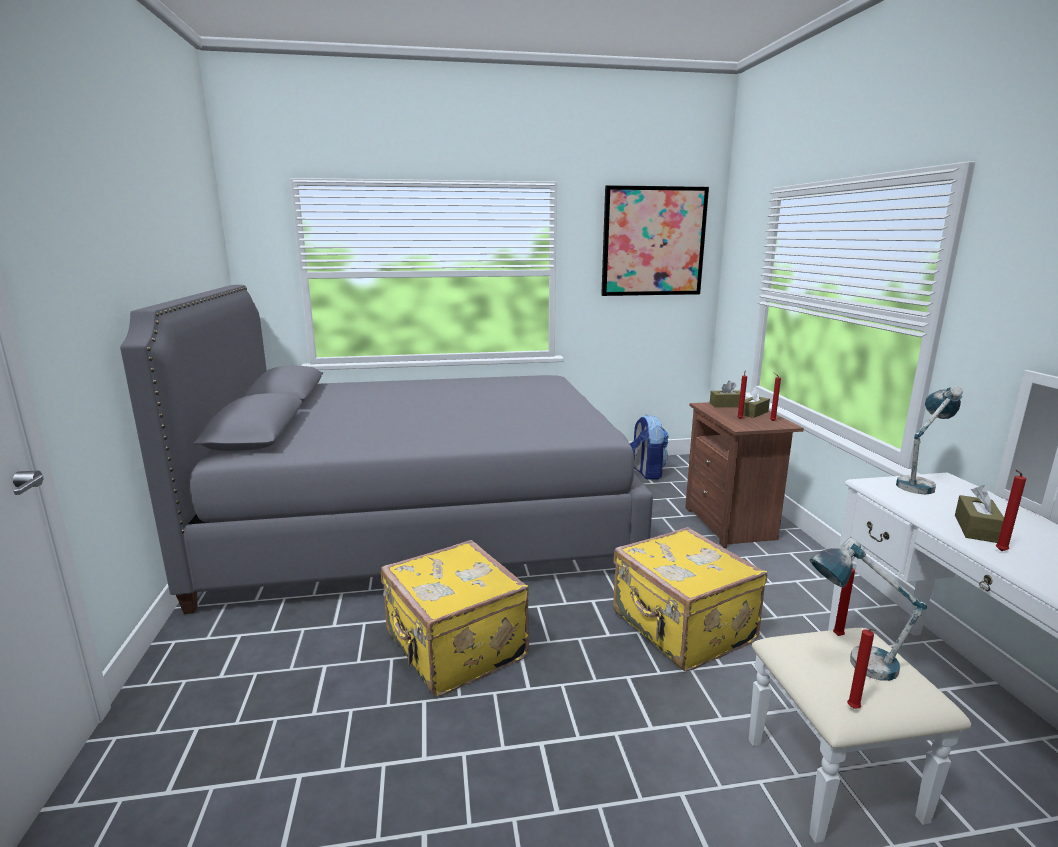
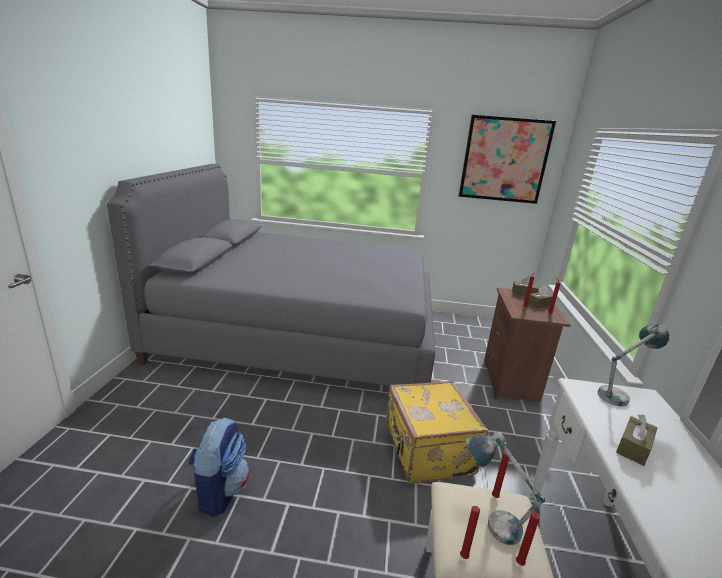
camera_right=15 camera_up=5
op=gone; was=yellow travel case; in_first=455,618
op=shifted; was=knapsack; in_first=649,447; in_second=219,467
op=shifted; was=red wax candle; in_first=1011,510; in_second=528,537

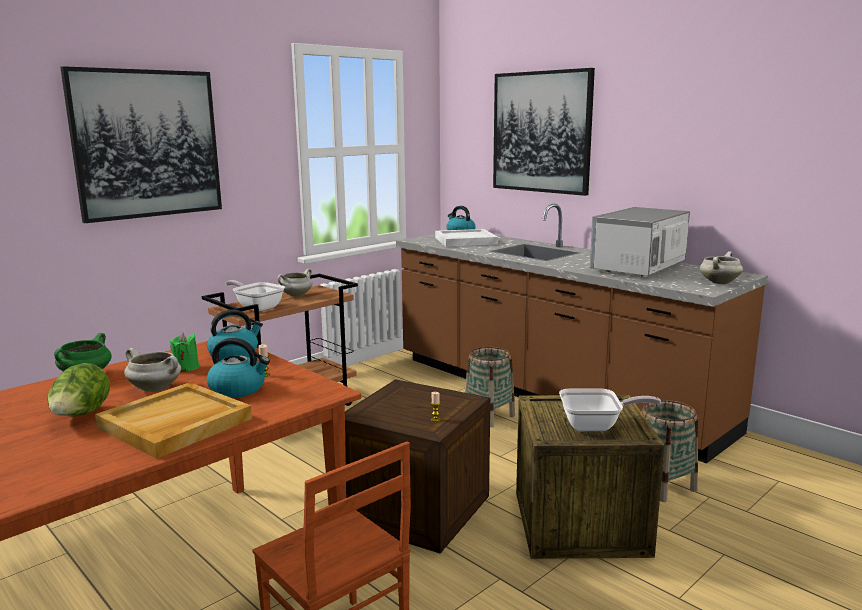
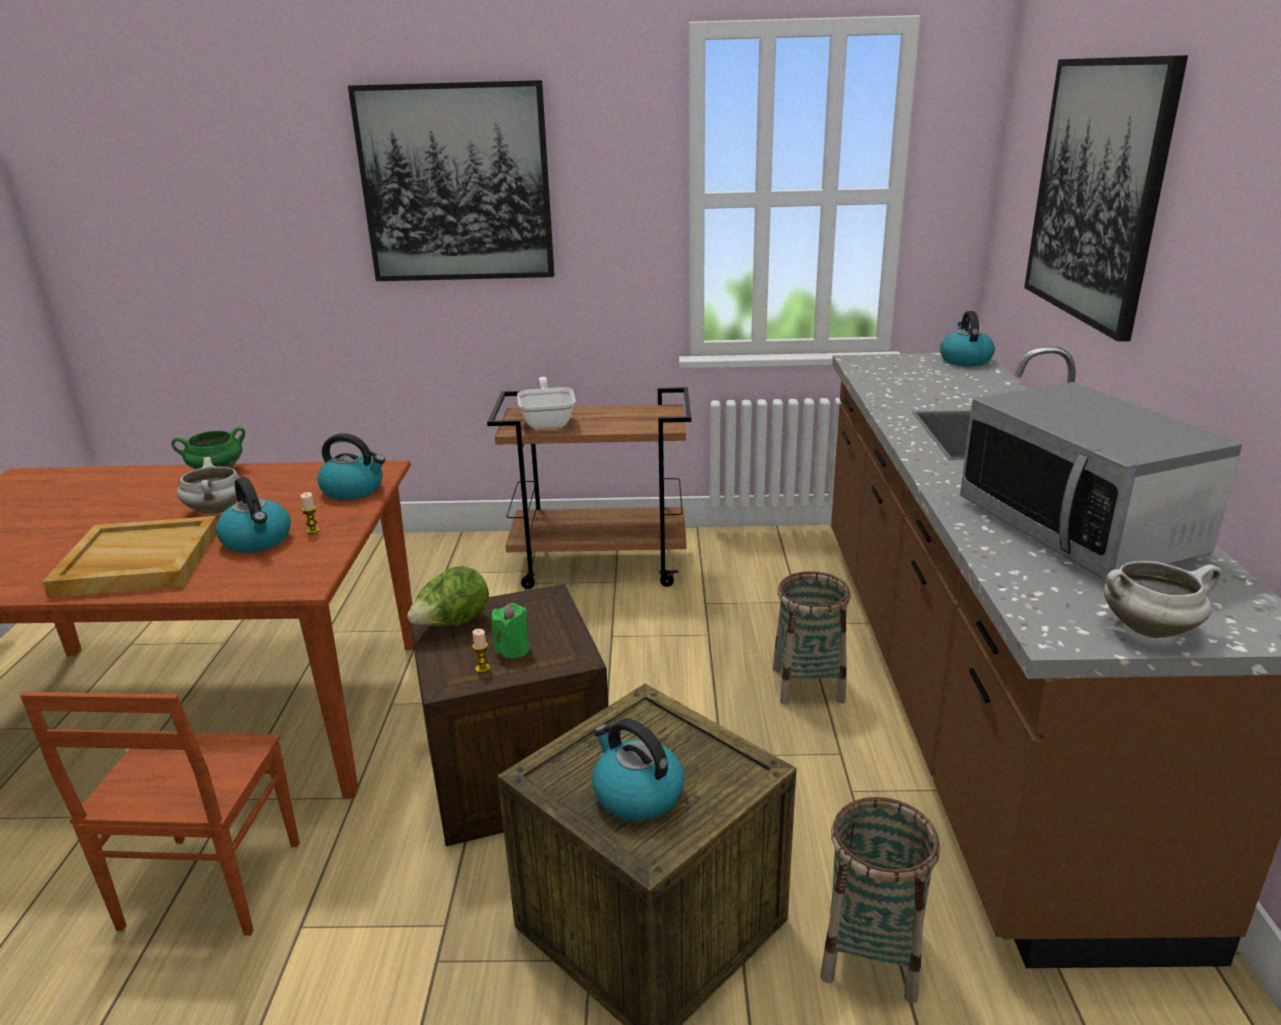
camera_right=45 camera_up=10
op=shifted; was=head of lettuce; in_first=78,389; in_second=448,596
op=shifted; was=green-coloured wax candle; in_first=184,352; in_second=511,630
op=gone; was=whitish stockpot; in_first=295,283
op=gone; was=whitish tray; in_first=466,238
op=swapped; was=skillet; now=kettle; in_first=610,410; in_second=638,769
op=rotated; was=kitchen microwave; in_first=640,241; in_second=1101,480; clockwise=-105

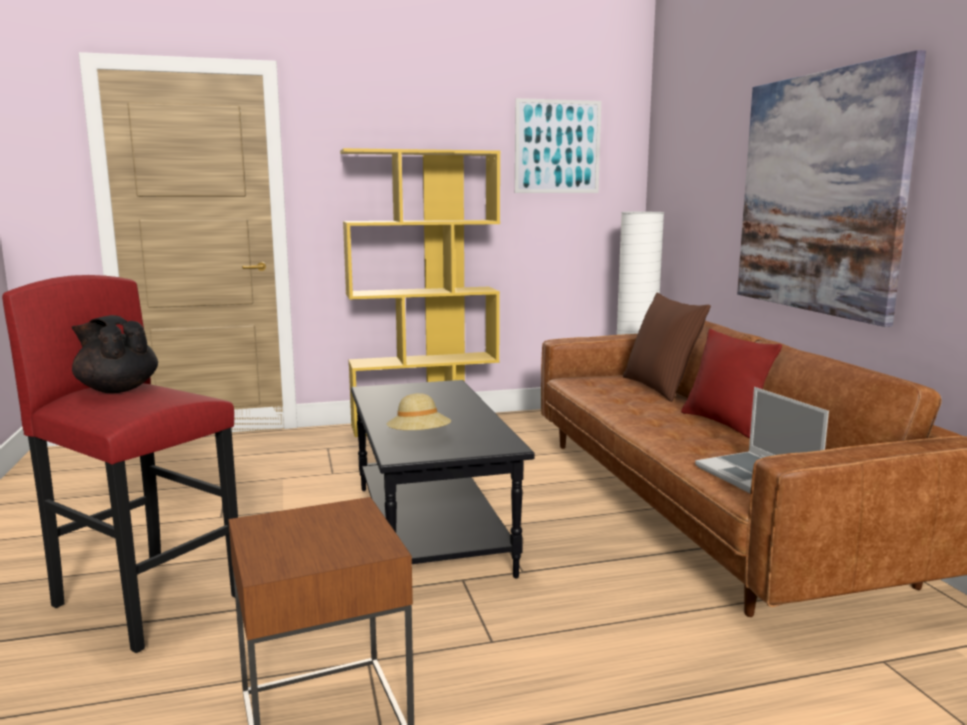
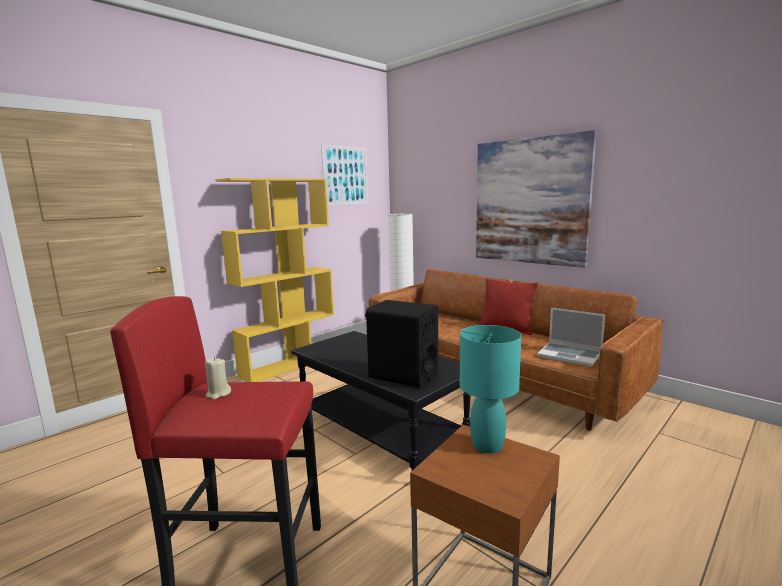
camera_right=-30 camera_up=0
op=swapped; was=blackish teapot; now=beige wax candle; in_first=115,354; in_second=218,378
op=swapped; was=beige clothing hat; now=blackish loudspeaker; in_first=419,411; in_second=401,344
op=gone; was=brown-coloured pillow; in_first=667,347
op=new; now=blue-green lamp for a table; in_second=490,389

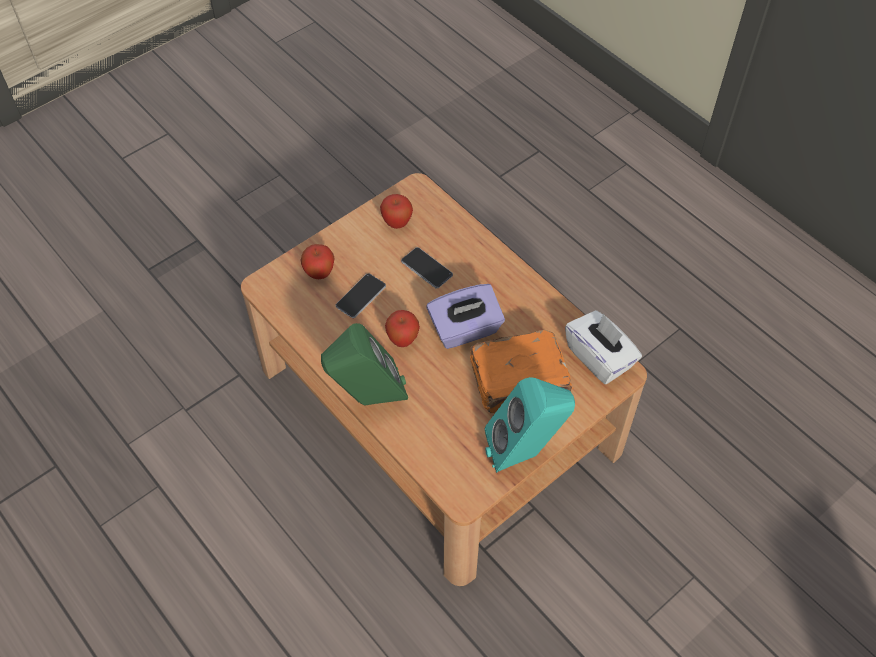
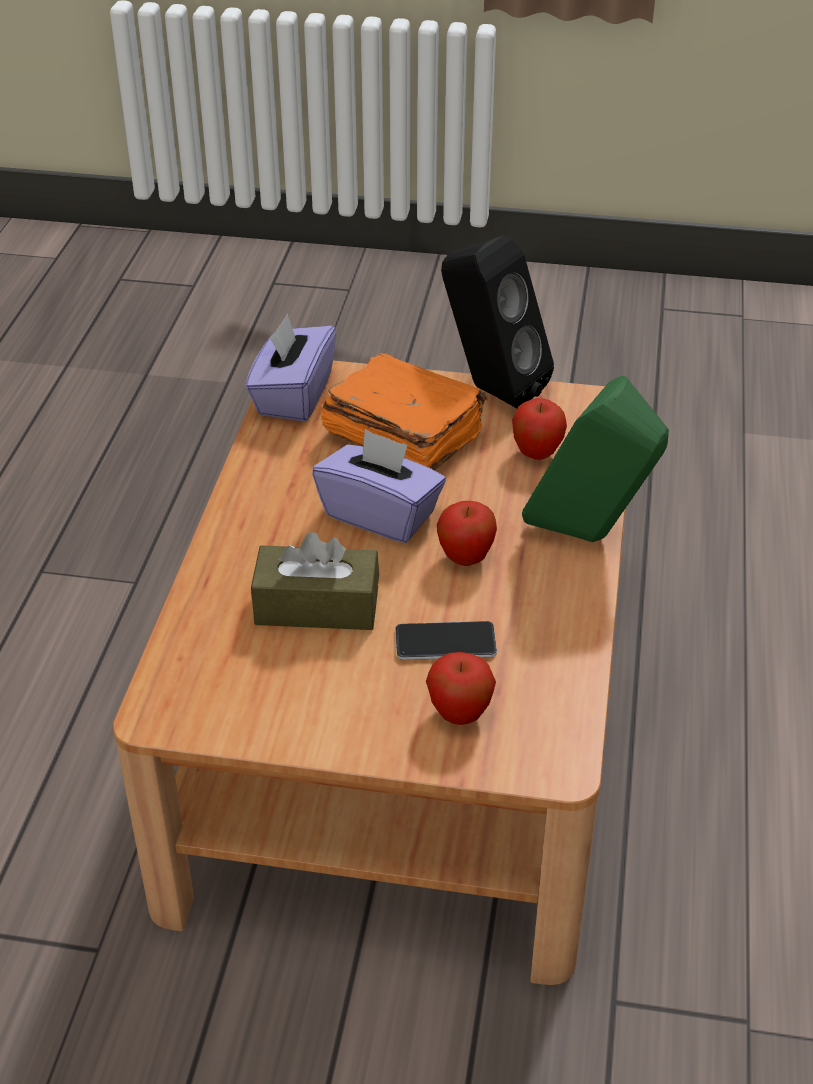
camera_right=-130 camera_up=-15
op=shifted; was=apple fruit; in_first=396,211; in_second=539,429
op=swapped; was=phone; now=brown-coloured tissue box; in_first=427,267; in_second=315,581
op=repainted; was=blue-green loudspeaker; now=blackish loudspeaker; in_first=530,425; in_second=497,321
op=repainted; was=whitish tissue box; now=purple tissue box; in_first=603,347; in_second=291,368

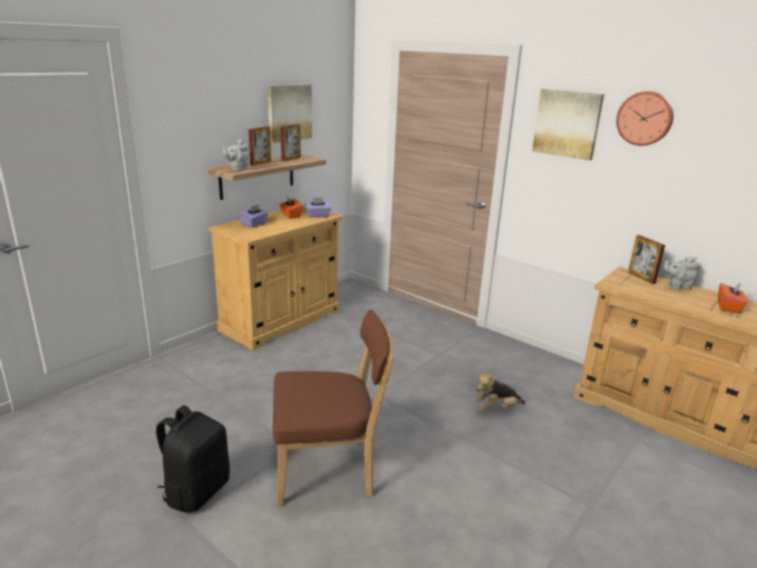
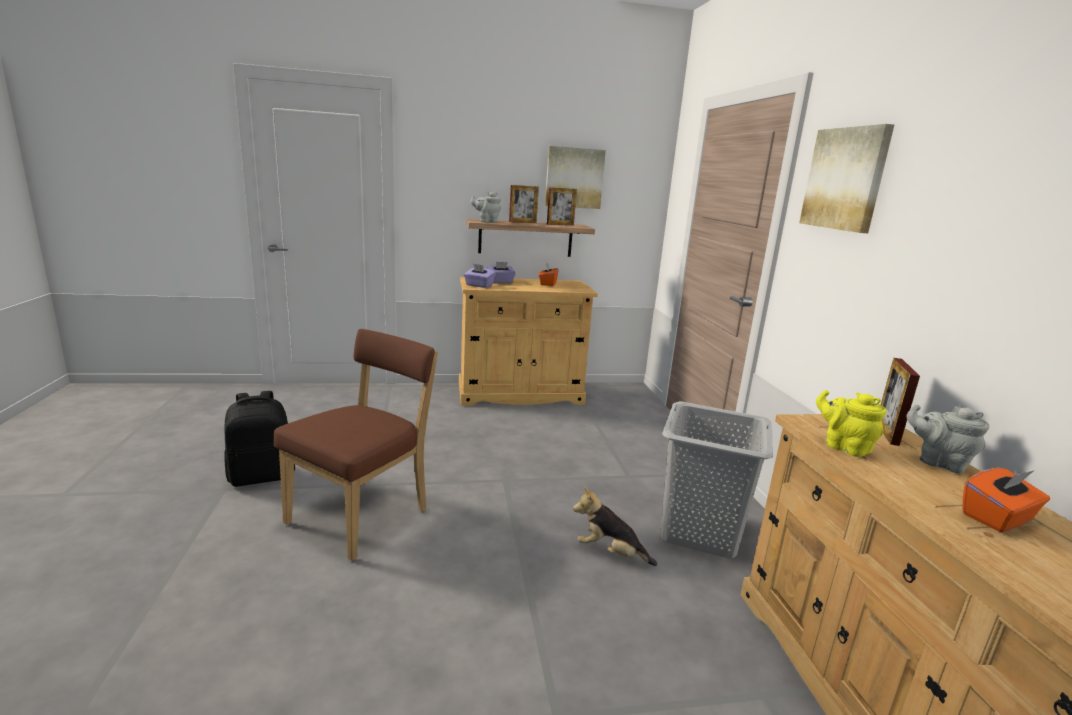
camera_right=40 camera_up=-5
op=rotated; was=brown-coloured chair; in_first=333,407; in_second=356,445; clockwise=-90
op=shifted; was=purple tissue box; in_first=317,208; in_second=480,276
op=gone; was=clock on the wall; in_first=645,118
op=new; now=grey hamper; in_second=716,480
op=new; now=yellow teapot; in_second=851,423

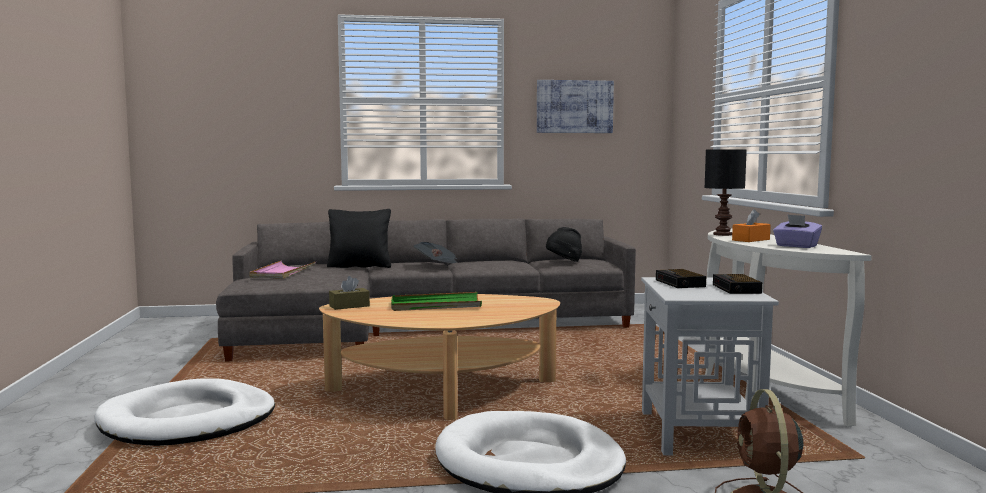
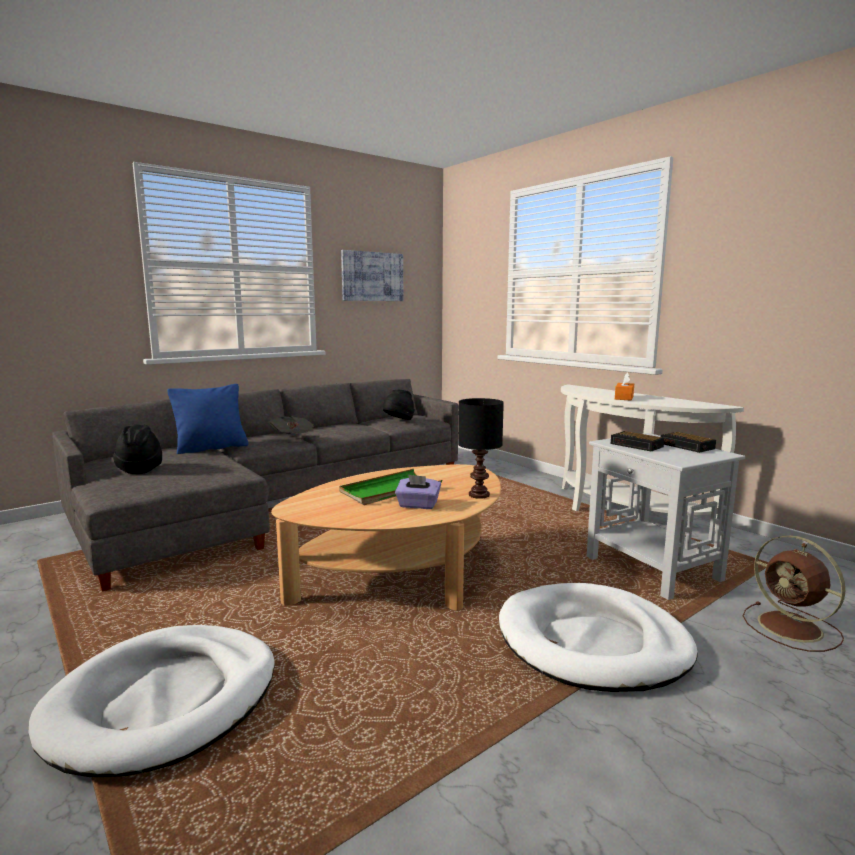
camera_right=-30 camera_up=5
op=swapped; was=pinkish tray; now=blackish clothing hat; in_first=282,270; in_second=137,449
op=repainted; was=blackish pillow; now=bluish pillow; in_first=359,238; in_second=208,419
op=gone; was=brown-coloured tissue box; in_first=349,293
op=shifted; was=blackish lamp for a table; in_first=726,192; in_second=481,448
op=shifted; was=purple tissue box; in_first=797,231; in_second=418,492

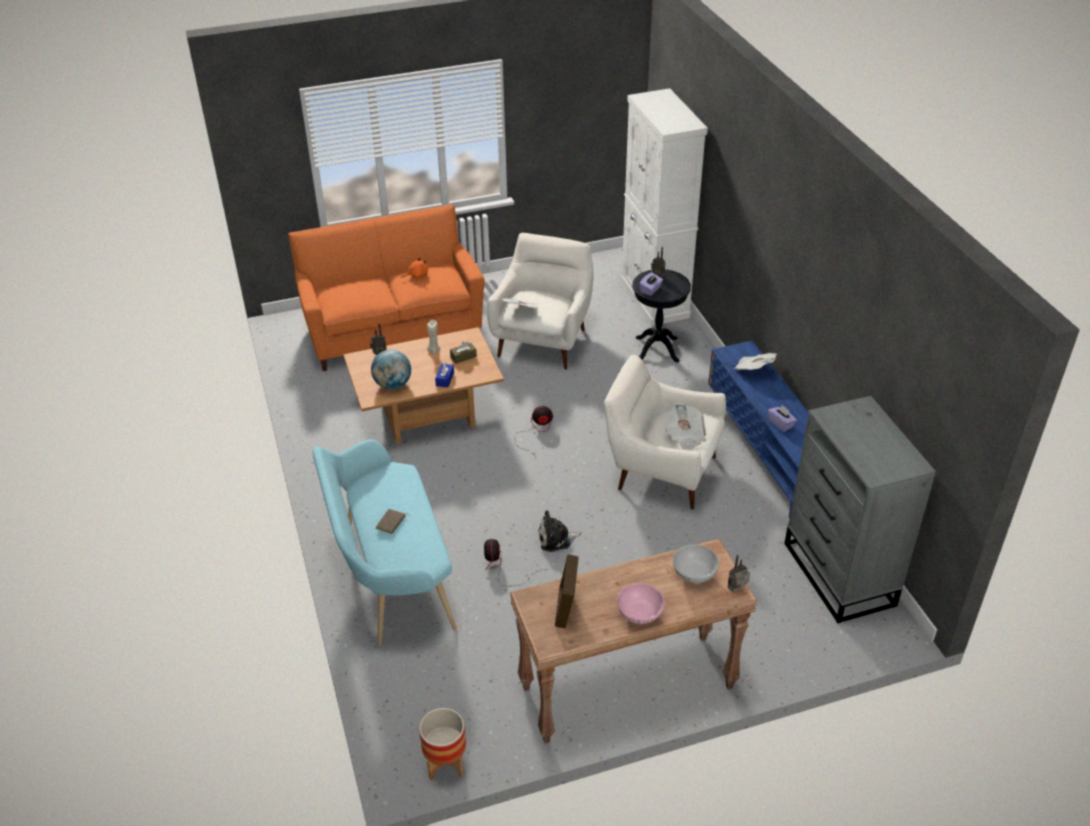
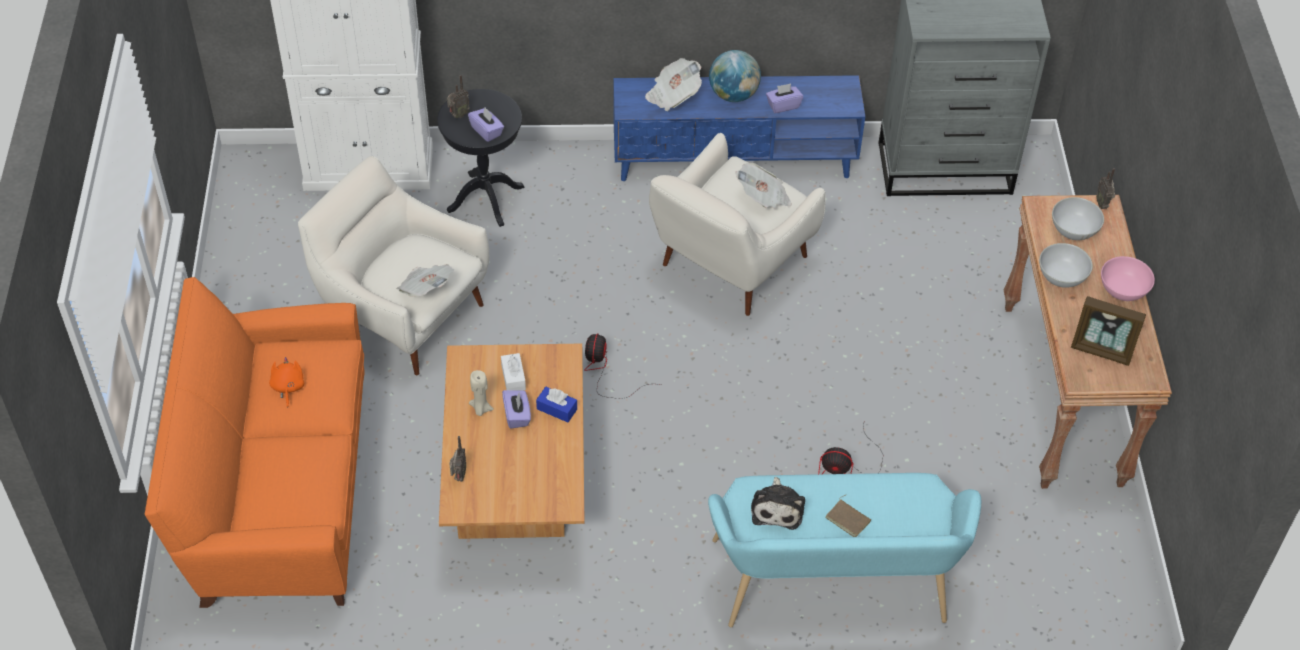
camera_right=-75 camera_up=10
op=shifted; was=desk globe; in_first=391,370; in_second=735,76
op=gone; was=planter; in_first=442,744
op=repainted; was=brown-coloured tissue box; now=whitish tissue box; in_first=463,352; in_second=513,372
op=shifted; was=cuddly toy; in_first=559,531; in_second=778,503
op=new; now=purple tissue box; in_second=516,409
op=new; now=whitish deep dish; in_second=1066,265

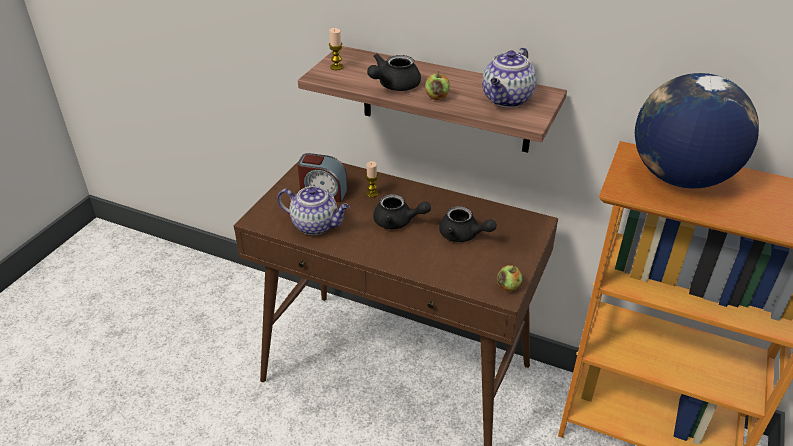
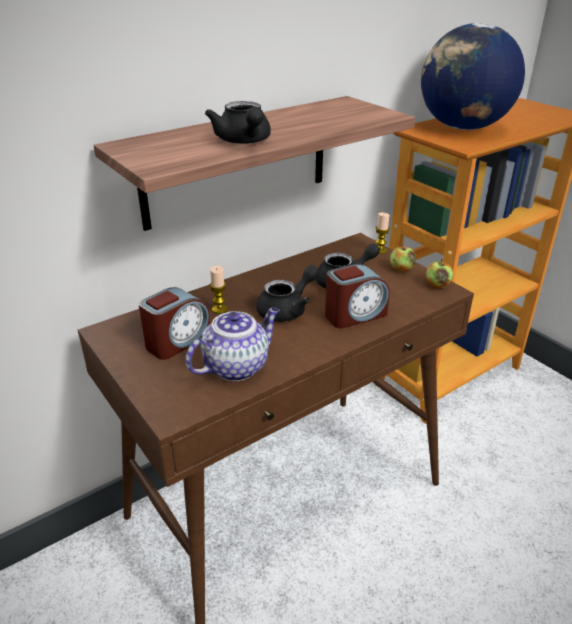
camera_right=-60 camera_up=-5
op=shifted; was=wax candle; in_first=336,49; in_second=383,233
op=shifted; was=apple fruit; in_first=437,87; in_second=403,258
op=gone; was=teapot; in_first=509,77
op=new; now=table clock; in_second=357,296

